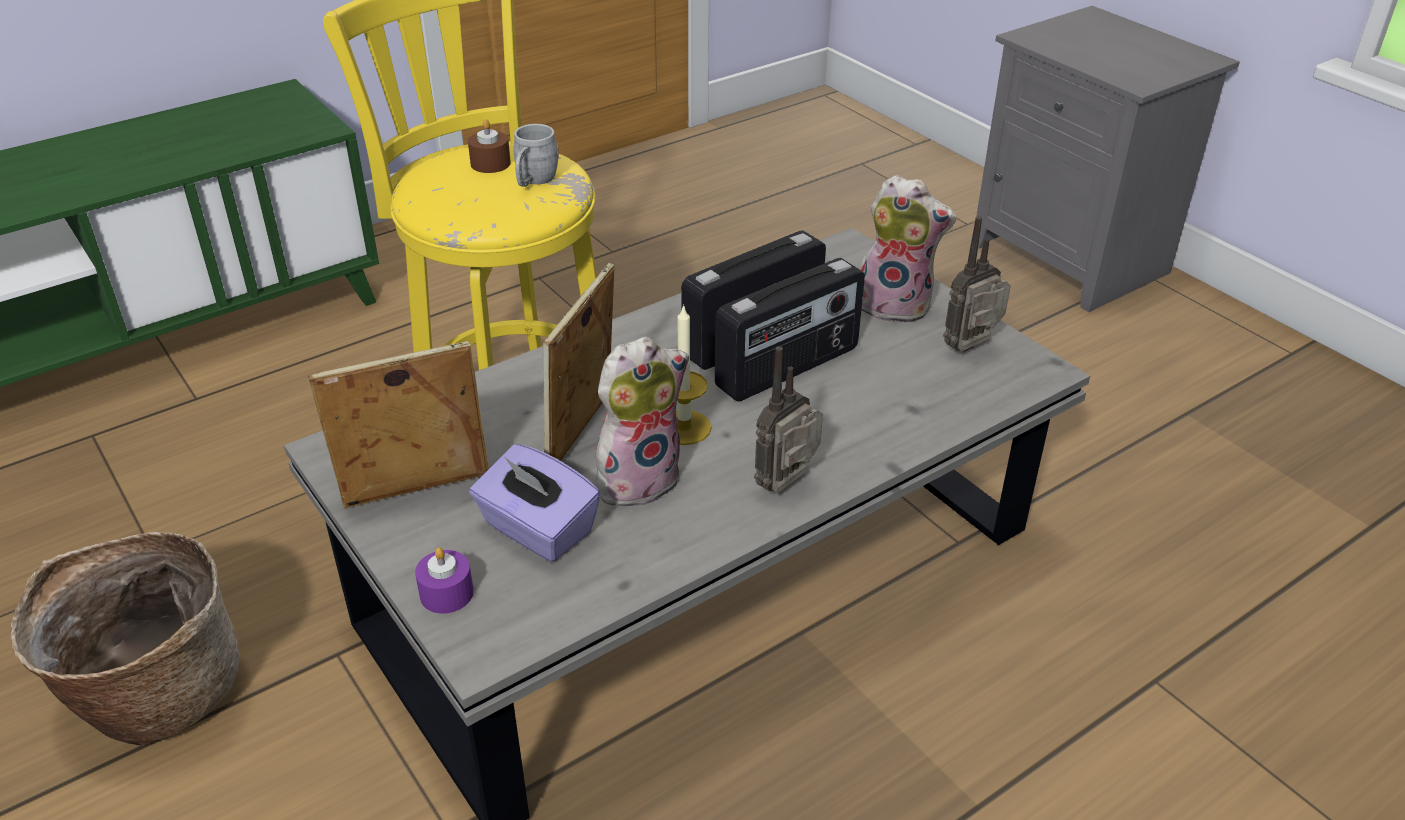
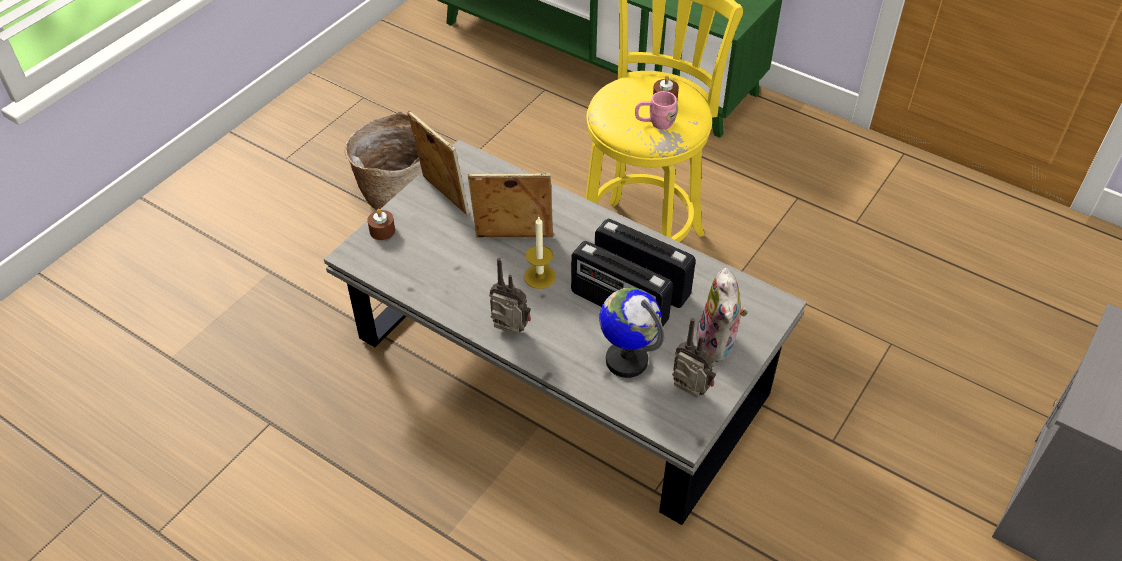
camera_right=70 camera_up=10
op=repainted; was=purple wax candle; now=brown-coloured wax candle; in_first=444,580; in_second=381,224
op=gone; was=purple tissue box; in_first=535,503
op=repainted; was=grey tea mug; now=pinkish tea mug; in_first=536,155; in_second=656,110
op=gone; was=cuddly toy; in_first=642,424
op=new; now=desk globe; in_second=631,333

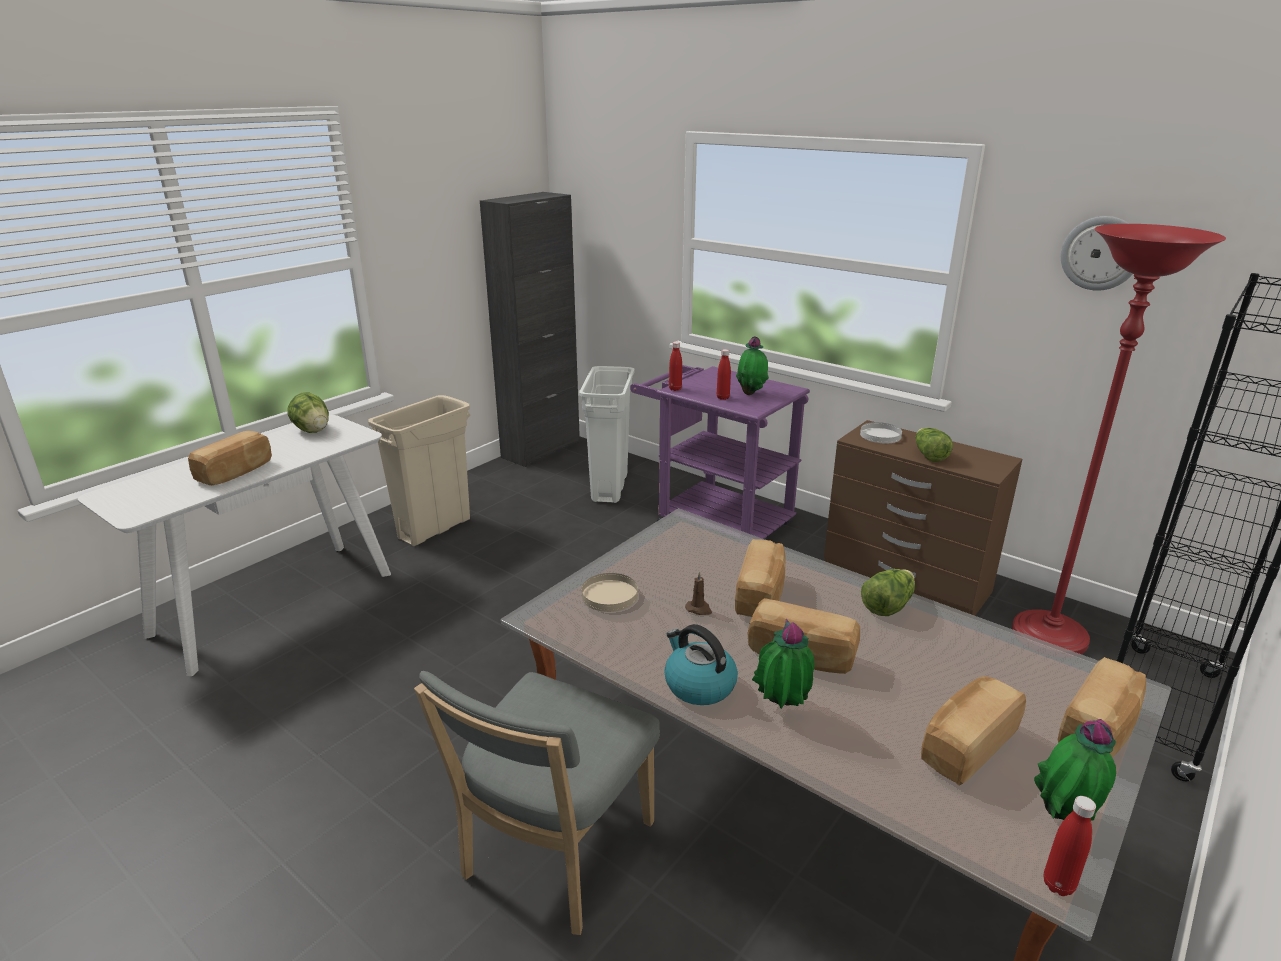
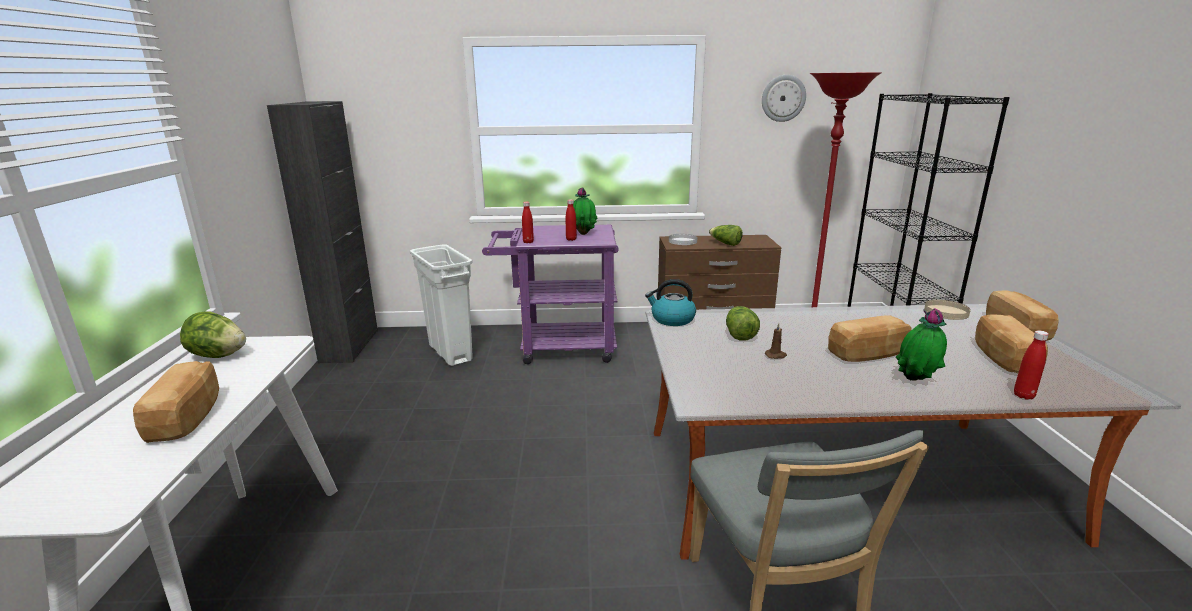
camera_right=-40 camera_up=-5
op=gone; was=beige trash can; in_first=419,470
op=shifted; was=beige dinner plate; in_first=609,592; in_second=947,310
op=shifted; was=kettle; in_first=701,664; in_second=670,302
op=gone; was=bread; in_first=760,578
op=shifted; was=head of lettuce; in_first=888,592; in_second=743,323
op=gone; was=houseplant; in_first=1075,770
op=shifted; was=red bottle; in_first=1070,846; in_second=1031,365

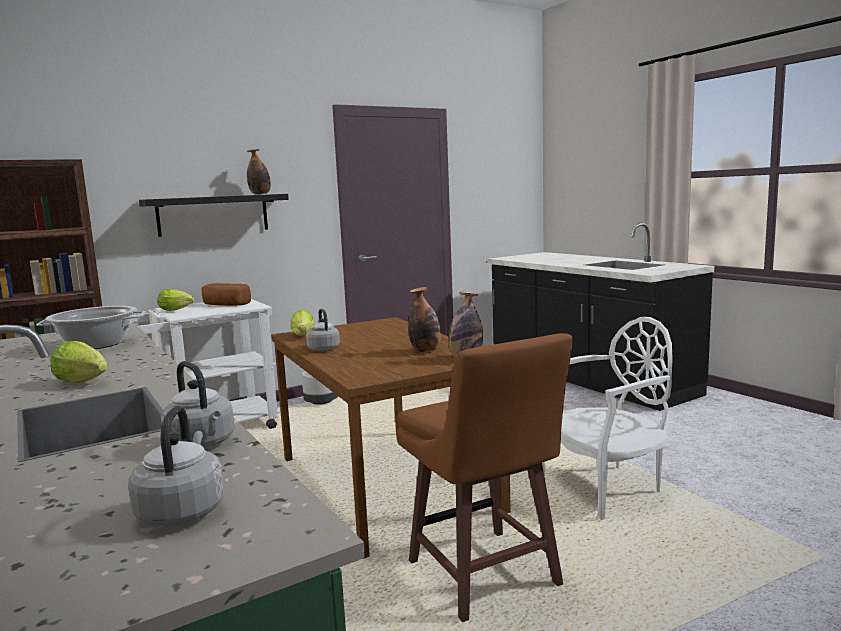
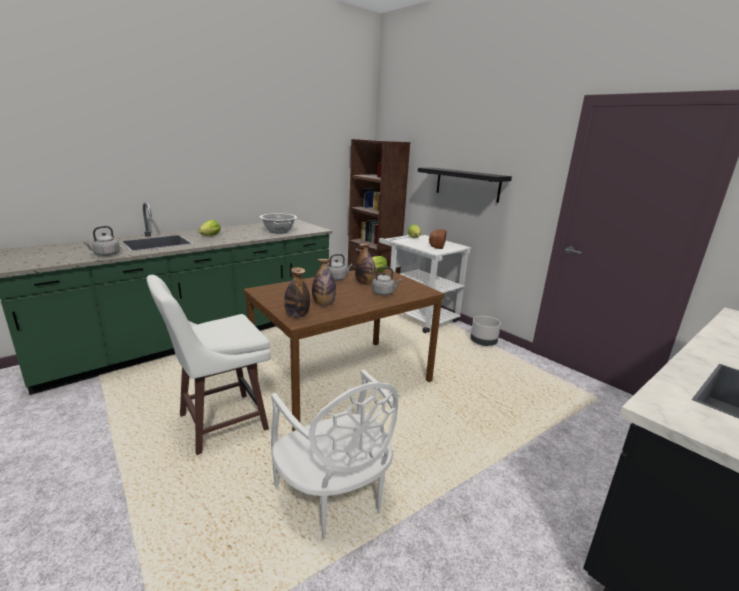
camera_right=80 camera_up=10
op=shifted; was=grey kettle; in_first=176,466; in_second=387,281
op=shifted; was=bottle; in_first=259,172; in_second=365,263
op=repainted; was=brown-coloured stool seat; now=whitish stool seat; in_first=484,477; in_second=209,365

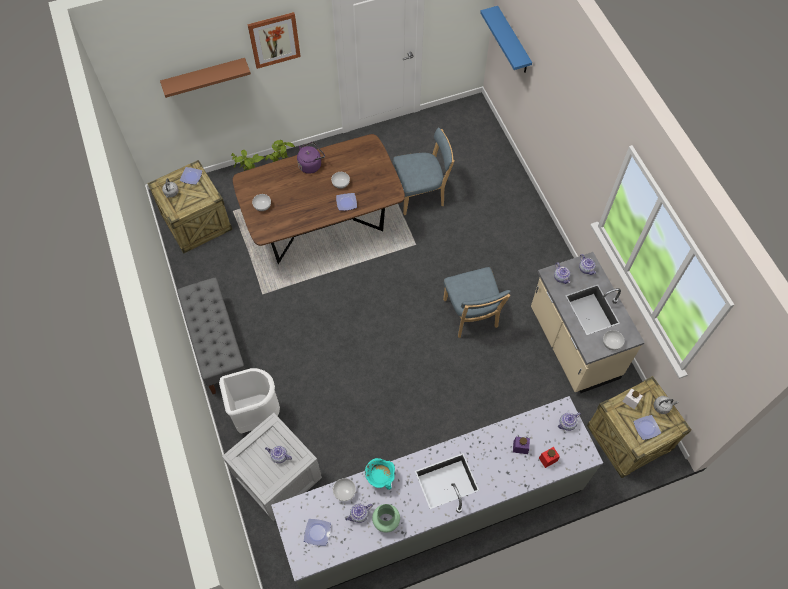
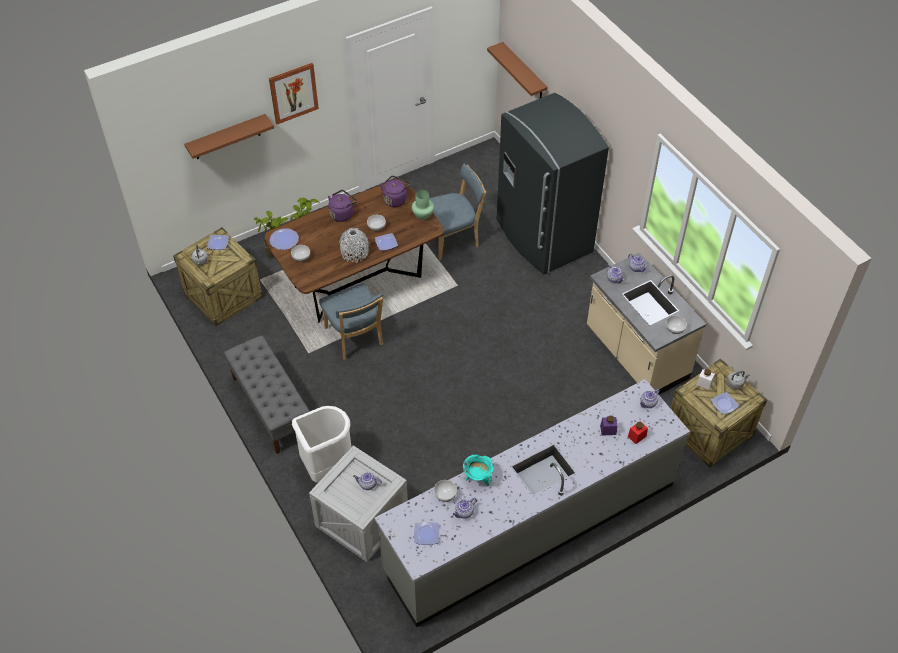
camera_right=-10 camera_up=-10
op=shifted; was=green-coloured decorative vase; in_first=386,518; in_second=423,205
op=shifted; was=bluish chair; in_first=476,302; in_second=351,321
op=repainted; was=bluish bracket shelf; now=brown-coloured bracket shelf; in_first=506,39; in_second=517,70
op=new; now=dinner plate; in_second=284,239
op=new; now=grey decorative vase; in_second=354,245
op=new; now=purple kettle; in_second=395,191
op=new; now=grey fridge; in_second=553,183

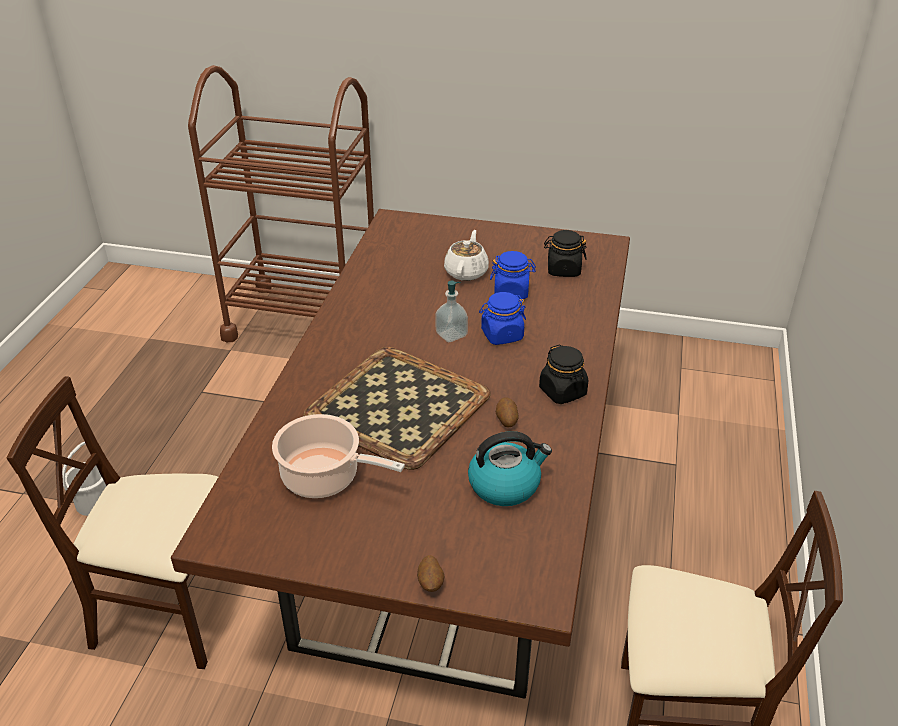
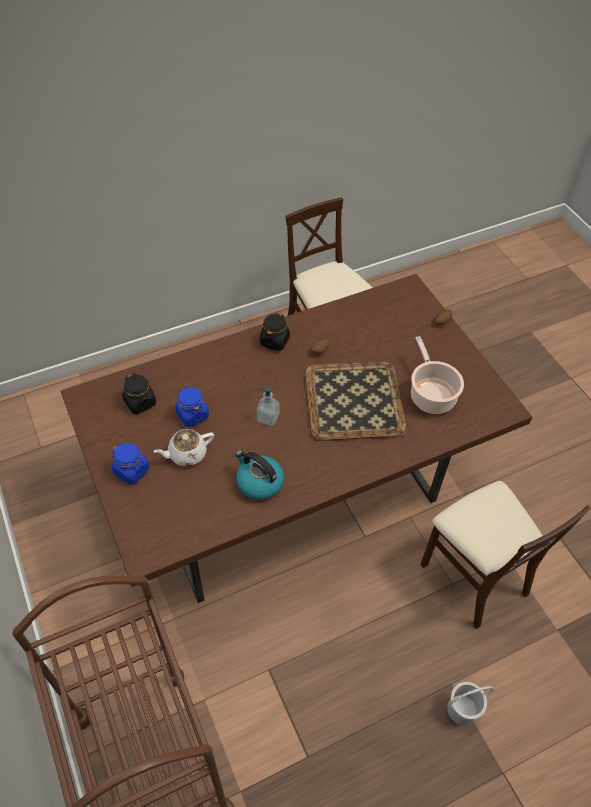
camera_right=-130 camera_up=15
op=shifted; was=kettle; in_first=510,468; in_second=259,475
op=shifted; was=bluish storage jar; in_first=502,318; in_second=130,464

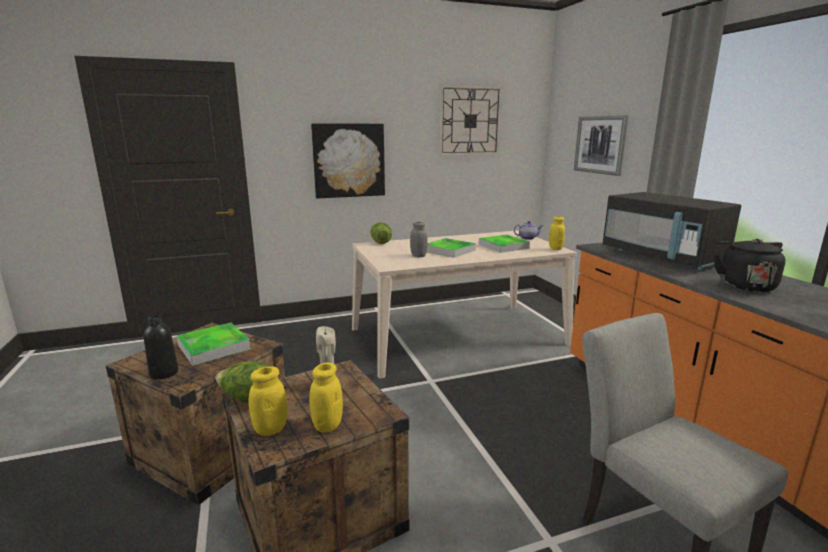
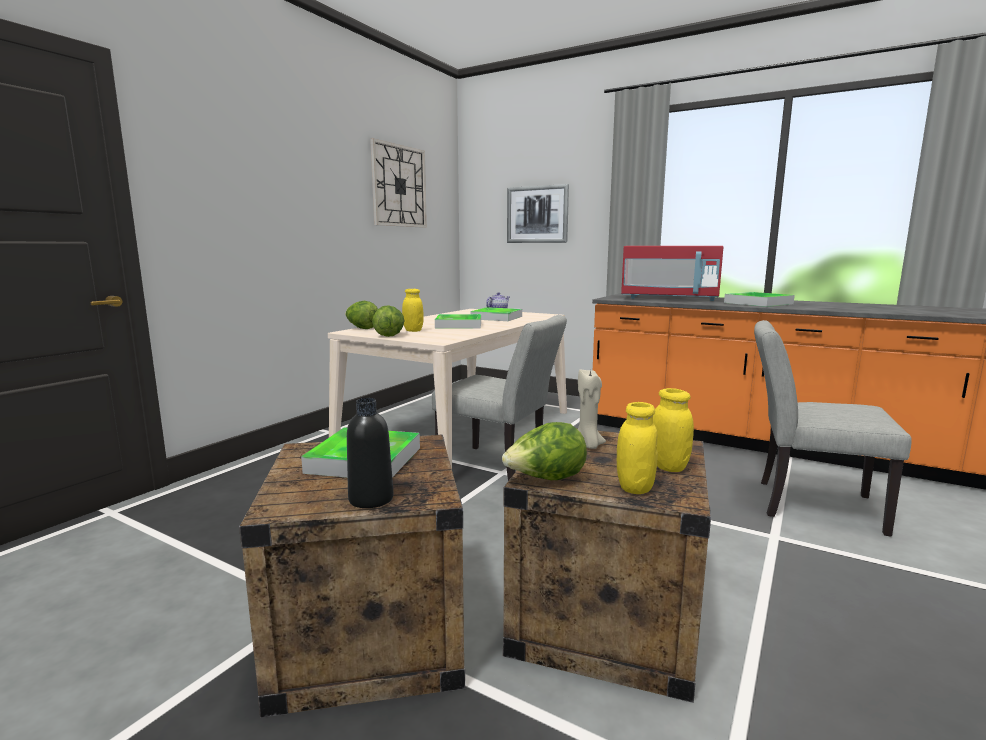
camera_right=-40 camera_up=-5
op=gone; was=picture; in_first=348,160
op=gone; was=grey storage jar; in_first=419,239
op=shifted; was=yellow storage jar; in_first=557,233; in_second=413,310
op=repainted; was=blackish kitchen microwave; now=red kitchen microwave; in_first=672,231; in_second=672,273
op=swapped; was=blackish kettle; now=tray; in_first=749,265; in_second=759,299
op=new; now=head of lettuce; in_second=388,321
op=new; now=grey chair; in_second=499,398

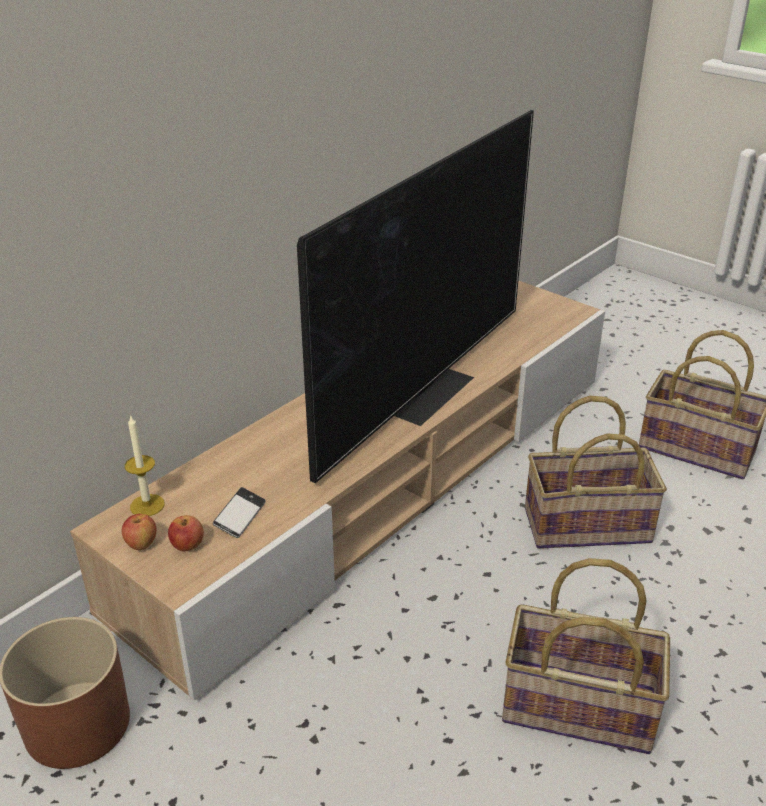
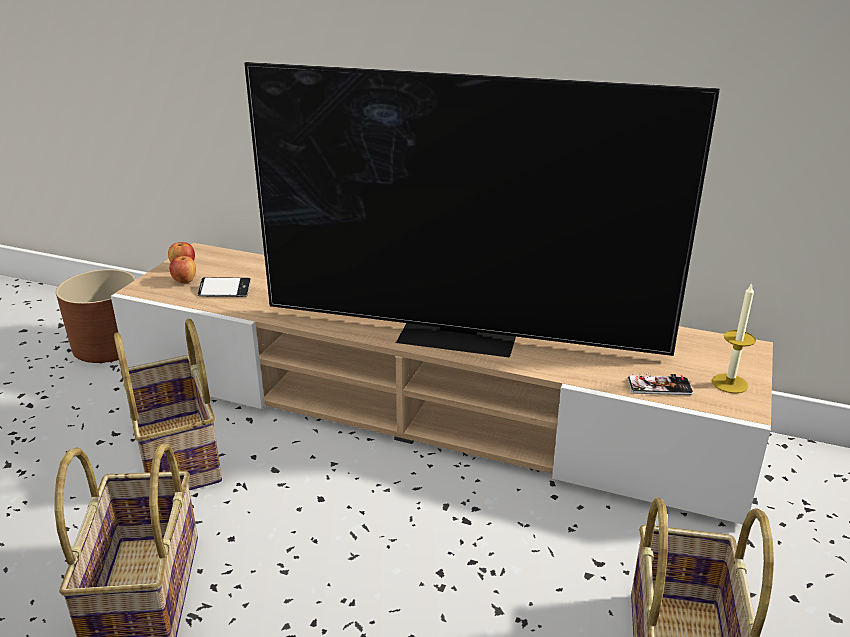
camera_right=70 camera_up=-5
op=shifted; was=wax candle; in_first=145,466; in_second=734,338
op=shifted; was=basket; in_first=596,472; in_second=168,404
op=new; now=phone; in_second=660,384

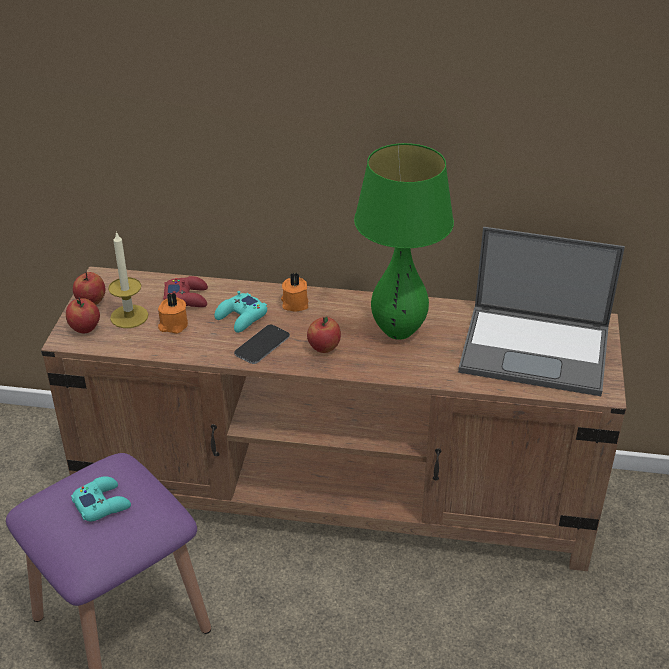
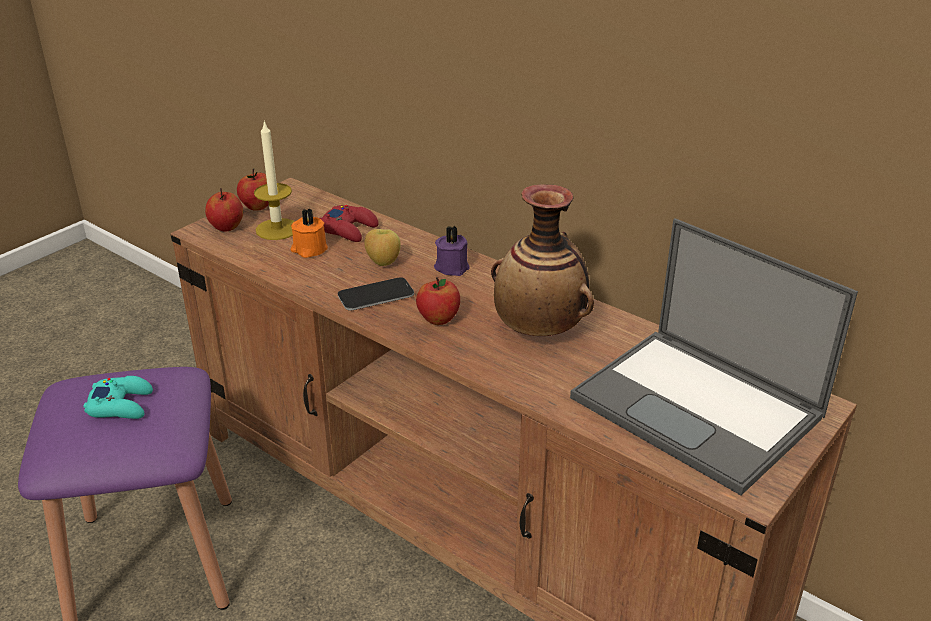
camera_right=30 camera_up=-5
op=swapped; was=blue-green game controller; now=apple fruit; in_first=240,312; in_second=382,247
op=repainted; was=orangey wax candle; now=purple wax candle; in_first=295,292; in_second=452,251
op=swapped; was=green-coloured lamp for a table; now=decorative vase; in_first=404,241; in_second=542,260

